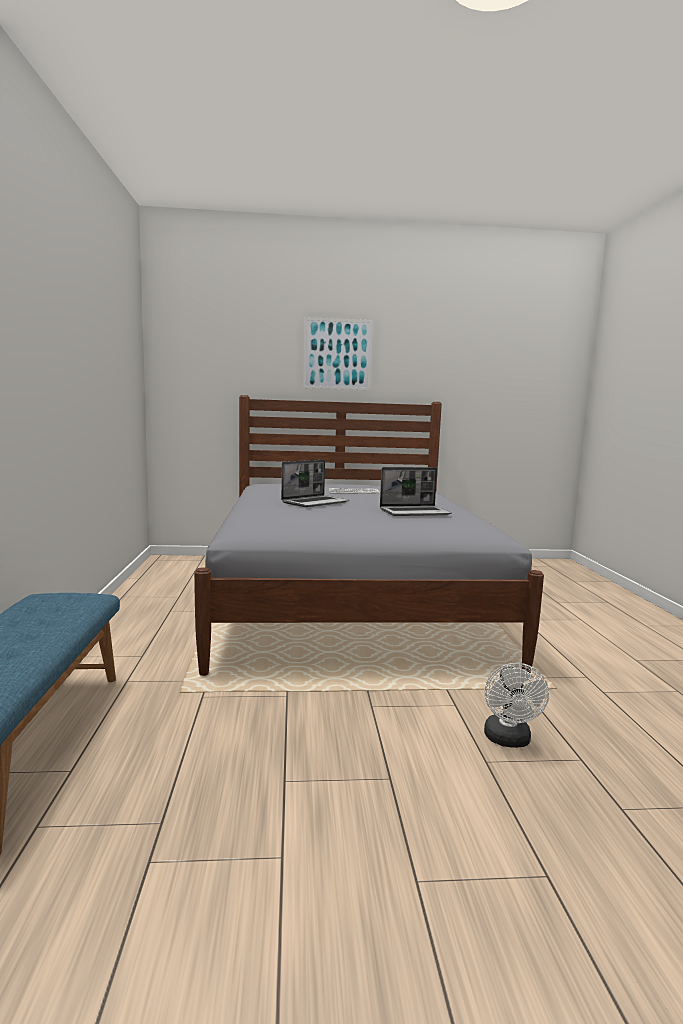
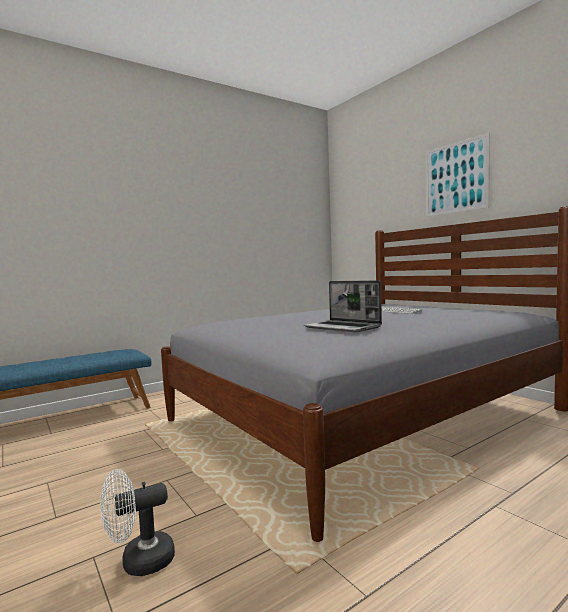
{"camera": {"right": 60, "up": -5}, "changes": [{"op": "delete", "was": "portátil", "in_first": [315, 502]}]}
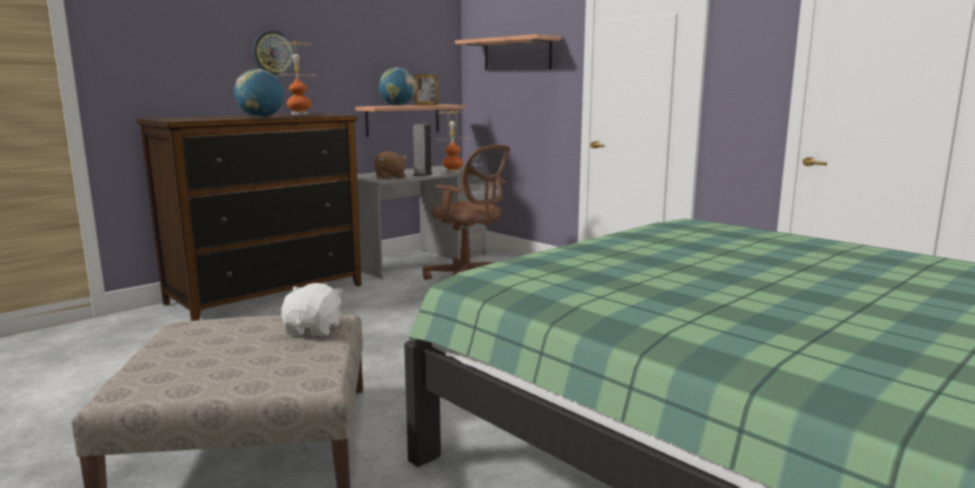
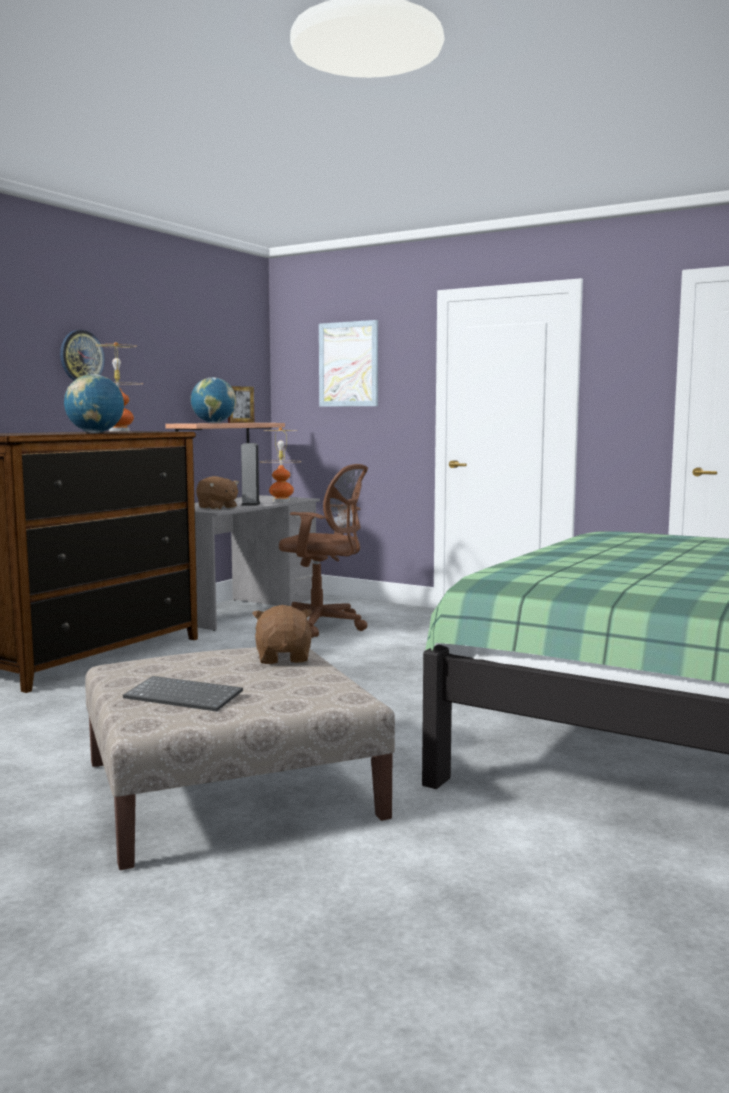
{"camera": {"right": -15, "up": -5}, "changes": [{"op": "insert", "now": "teclado", "in_second": [185, 696]}, {"op": "recolor", "was": "peluche/blanco", "now": "peluche/marrón", "in_first": [314, 330], "in_second": [284, 658]}, {"op": "replace", "was": "estante", "now": "cuadro", "in_first": [517, 54], "in_second": [348, 364]}]}
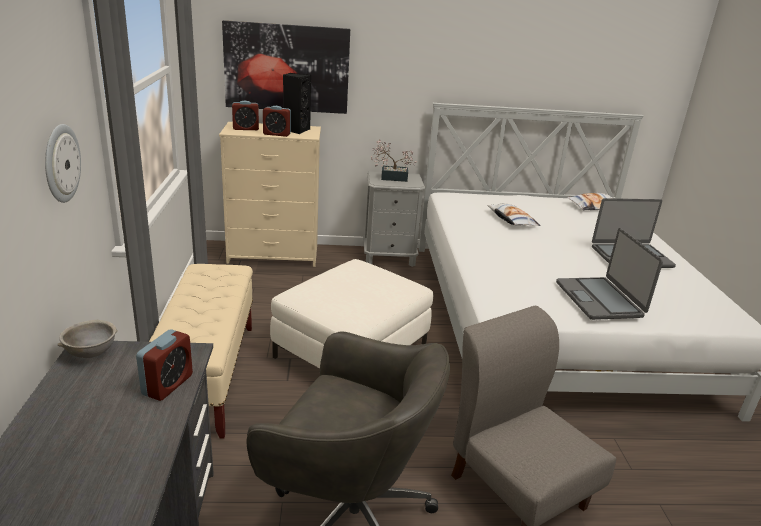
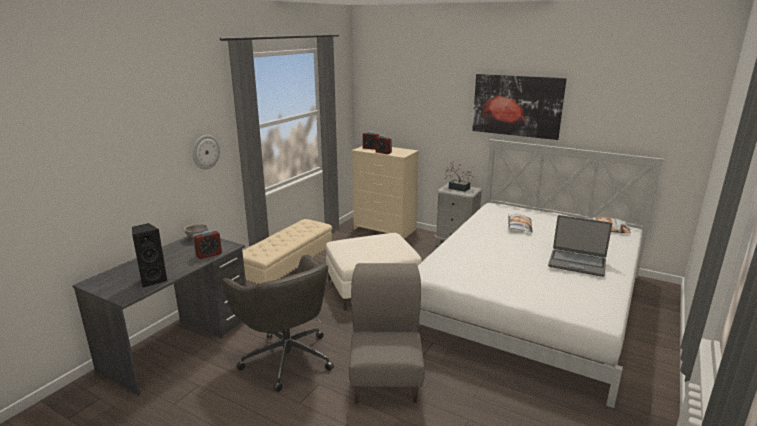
{"camera": {"right": 35, "up": -5}, "changes": [{"op": "move", "was": "altavoz/negro", "in_first": [296, 130], "in_second": [153, 280]}, {"op": "move", "was": "cuadro", "in_first": [287, 68], "in_second": [517, 105]}, {"op": "delete", "was": "portátil", "in_first": [599, 299]}]}
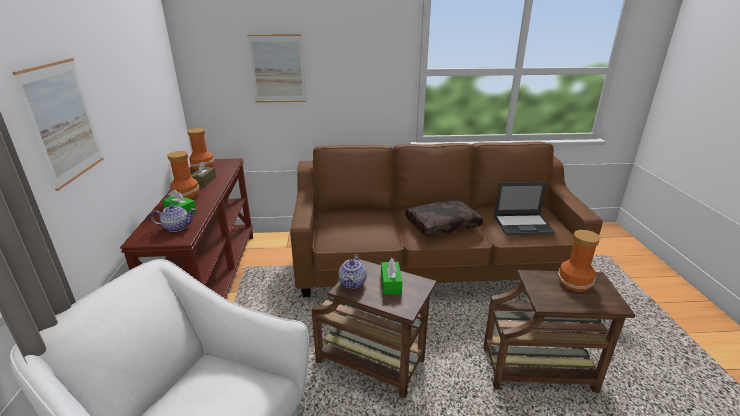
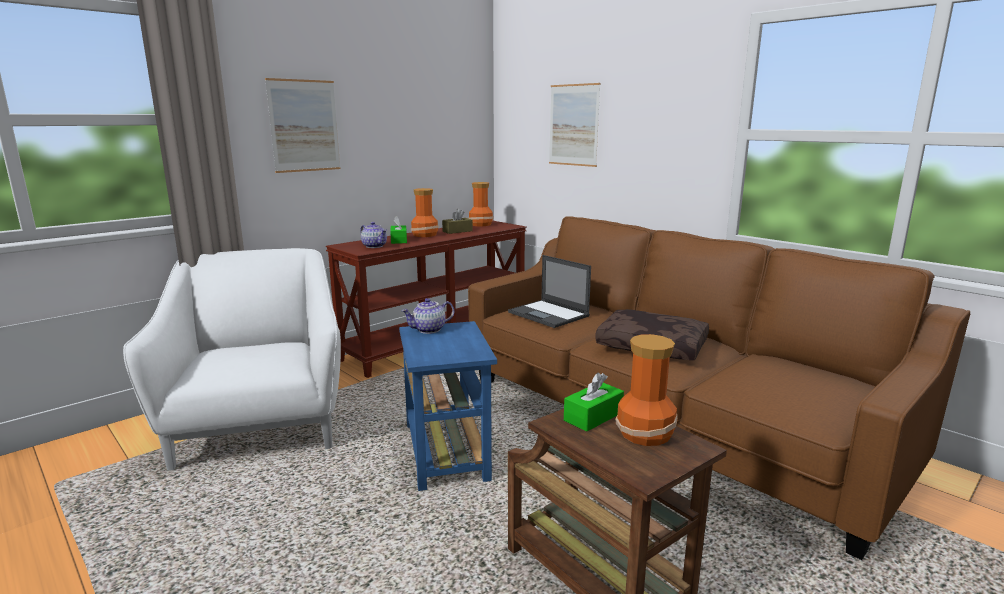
{"camera": {"right": 50, "up": -10}, "changes": [{"op": "recolor", "was": "mesa auxiliar/marrón", "now": "mesa auxiliar/azul", "in_first": [373, 362], "in_second": [446, 454]}, {"op": "move", "was": "portátil", "in_first": [523, 224], "in_second": [549, 314]}, {"op": "move", "was": "caja de pañuelos/verde", "in_first": [391, 283], "in_second": [593, 416]}]}
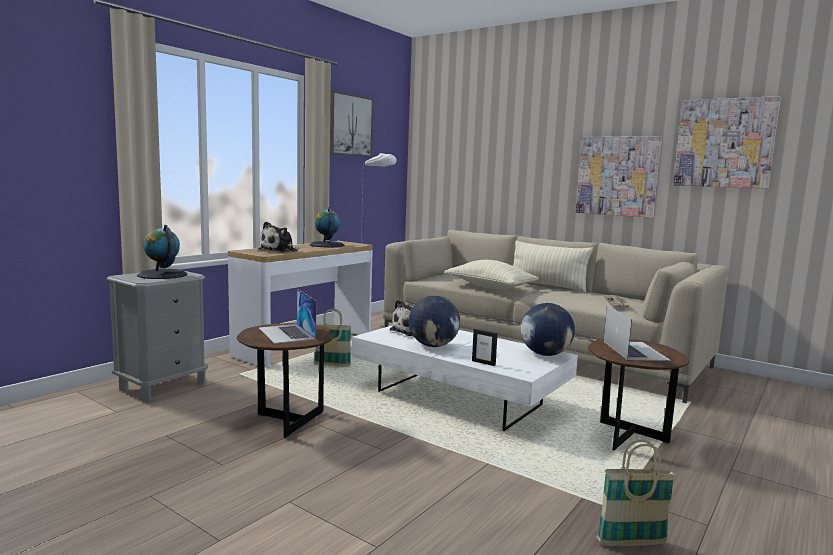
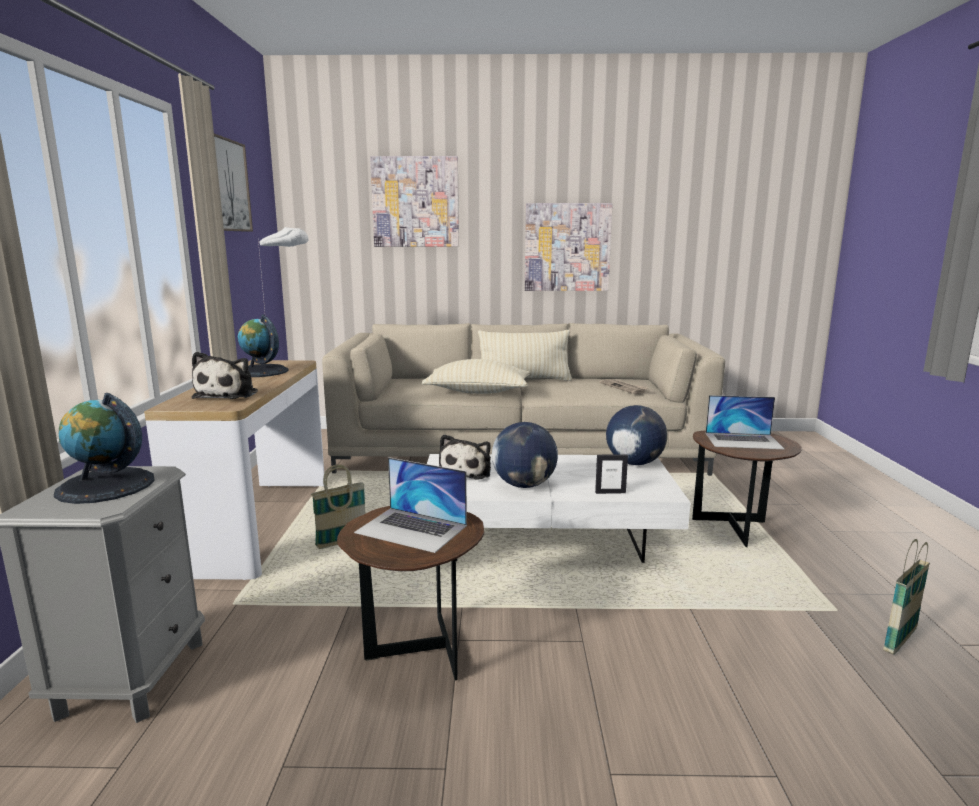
{"camera": {"right": -35, "up": 5}, "changes": [{"op": "move", "was": "cuadro", "in_first": [724, 143], "in_second": [415, 202]}, {"op": "rotate", "was": "portátil", "in_first": [634, 350], "in_second": [743, 441], "clockwise": 135}]}
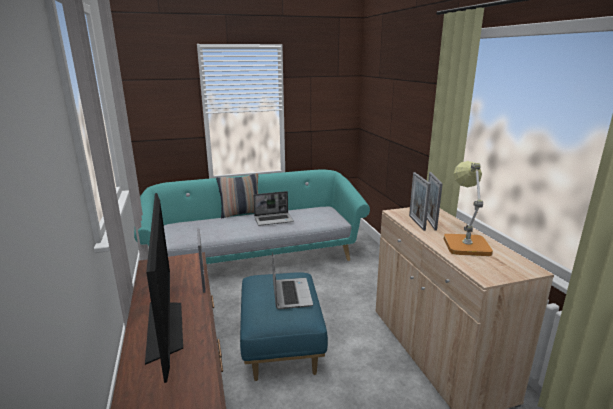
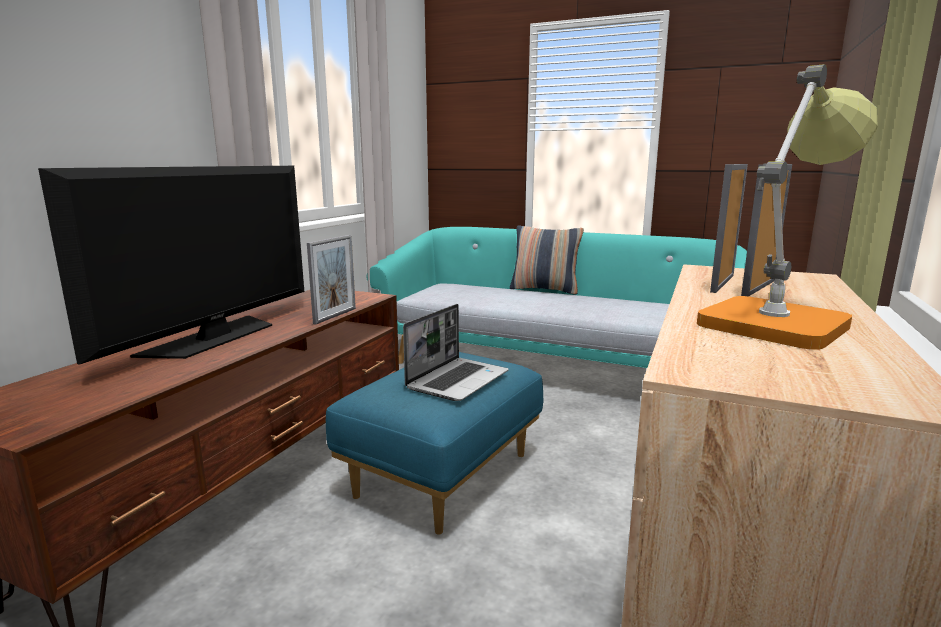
{"camera": {"right": 40, "up": -5}, "changes": [{"op": "delete", "was": "portátil", "in_first": [274, 220]}]}
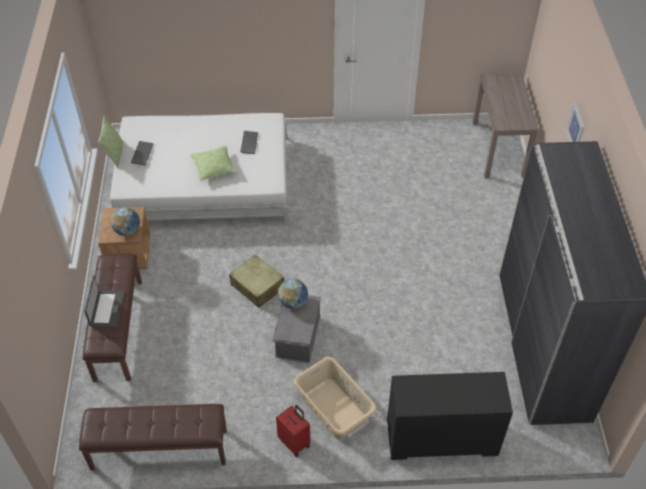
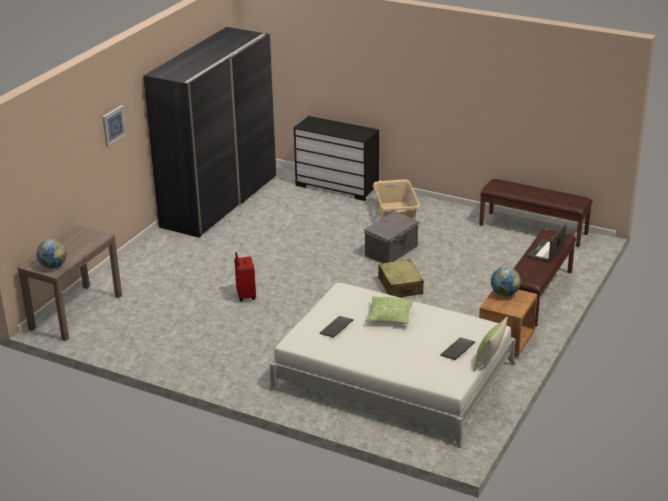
{"camera": {"right": -150, "up": -20}, "changes": [{"op": "move", "was": "globo terráqueo", "in_first": [293, 302], "in_second": [53, 266]}, {"op": "move", "was": "maleta/rojo", "in_first": [295, 442], "in_second": [245, 296]}]}
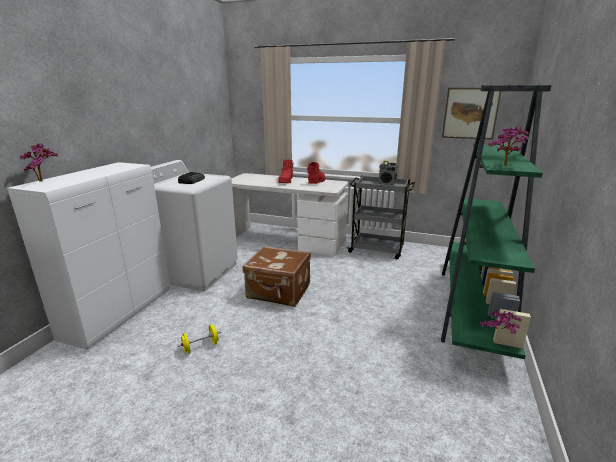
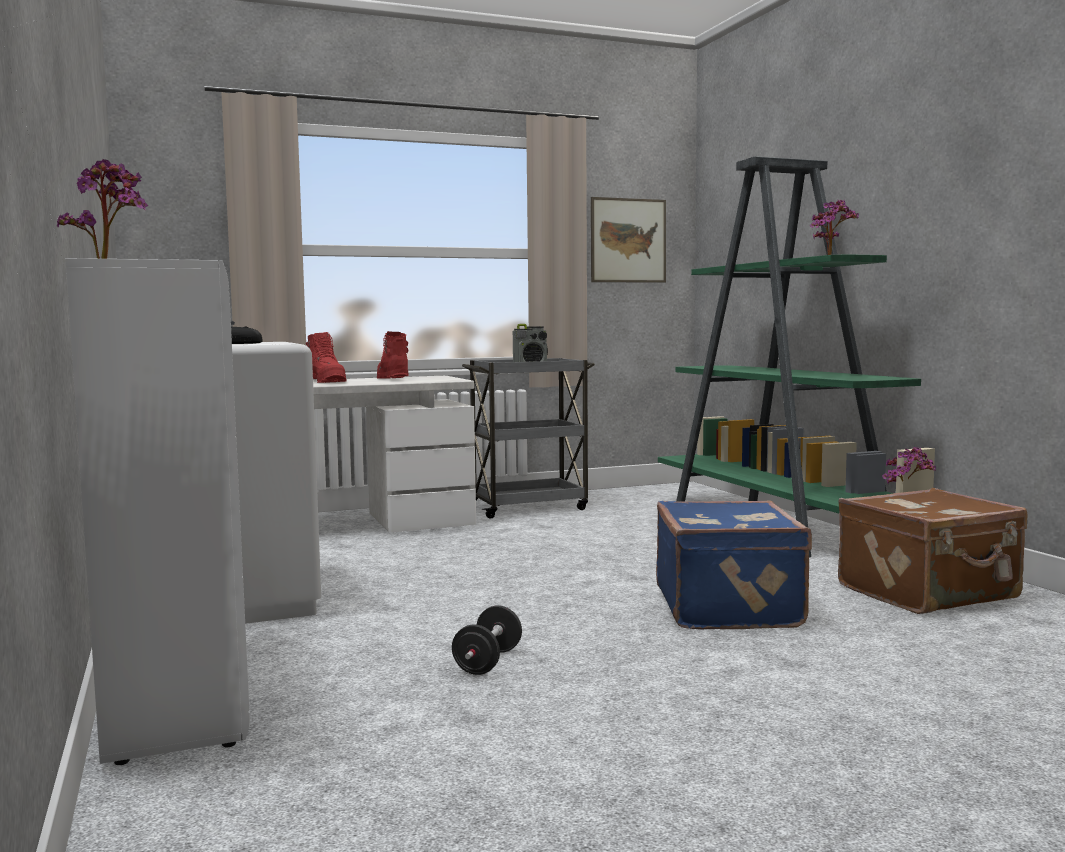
{"camera": {"right": -40, "up": -15}, "changes": [{"op": "recolor", "was": "mancuerna/amarillo", "now": "mancuerna/negro", "in_first": [200, 347], "in_second": [488, 662]}, {"op": "insert", "now": "maleta/azul", "in_second": [730, 607]}, {"op": "move", "was": "maleta/marrón", "in_first": [279, 292], "in_second": [929, 593]}]}
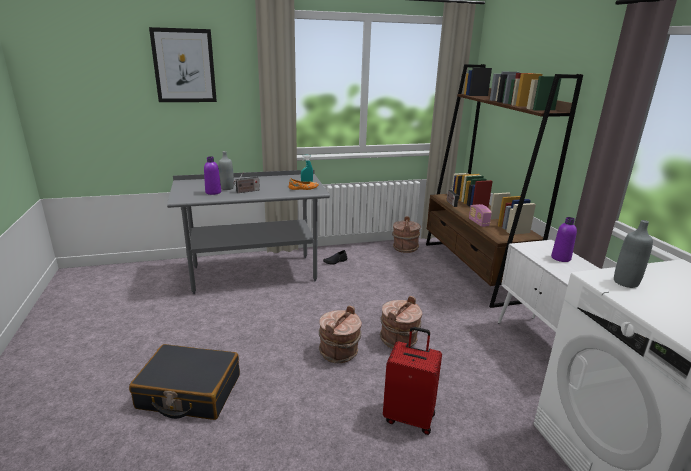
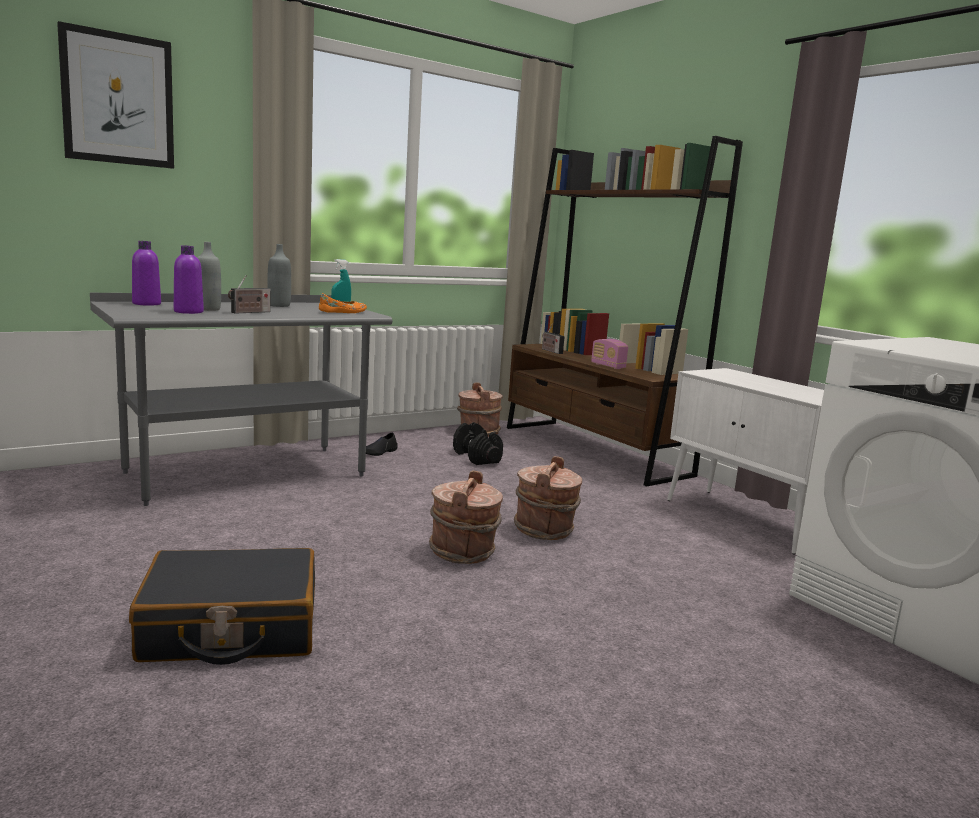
{"camera": {"right": -20, "up": -10}, "changes": [{"op": "move", "was": "botella/morado", "in_first": [560, 258], "in_second": [146, 304]}, {"op": "move", "was": "botella/gris", "in_first": [626, 282], "in_second": [279, 305]}, {"op": "insert", "now": "mancuerna/negro", "in_second": [477, 457]}, {"op": "delete", "was": "maleta/rojo", "in_first": [409, 417]}]}
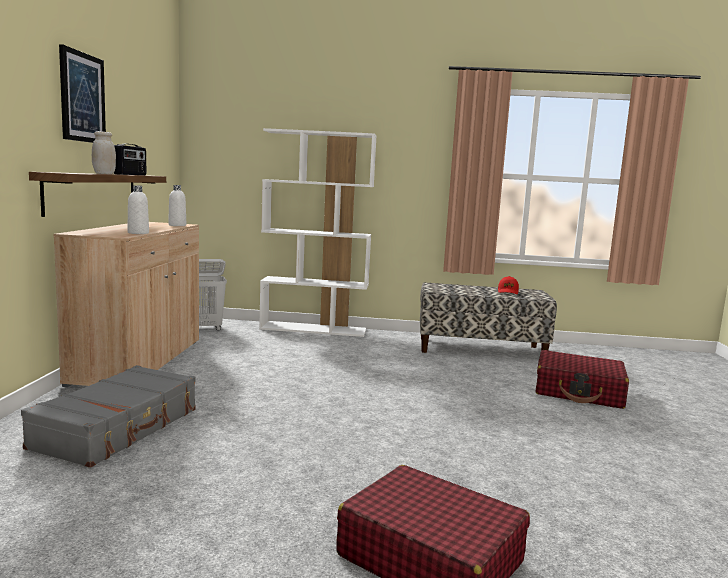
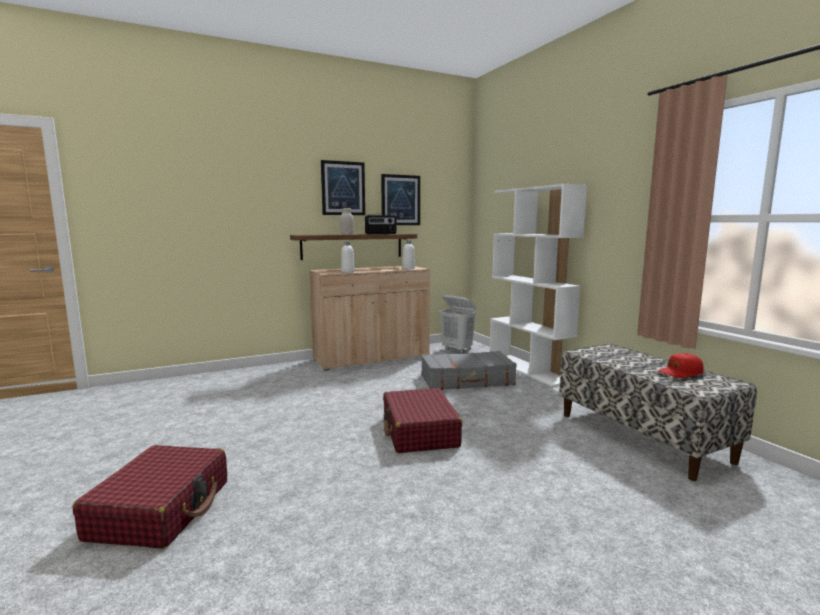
{"camera": {"right": 60, "up": 0}, "changes": [{"op": "insert", "now": "cuadro", "in_second": [400, 200]}, {"op": "move", "was": "maleta/rojo", "in_first": [579, 392], "in_second": [419, 432]}, {"op": "move", "was": "maleta/gris", "in_first": [118, 428], "in_second": [467, 380]}]}
